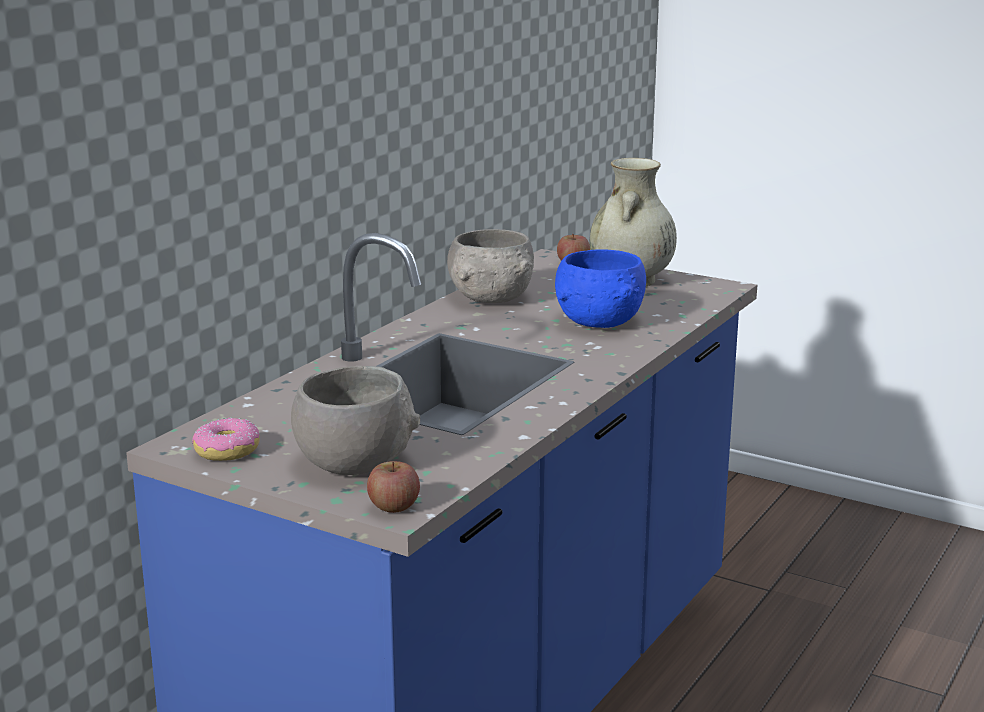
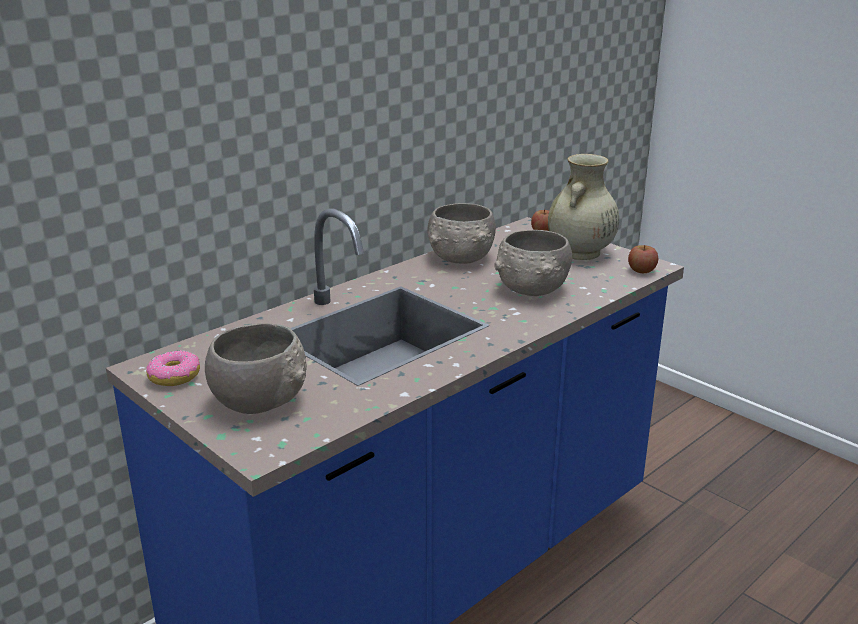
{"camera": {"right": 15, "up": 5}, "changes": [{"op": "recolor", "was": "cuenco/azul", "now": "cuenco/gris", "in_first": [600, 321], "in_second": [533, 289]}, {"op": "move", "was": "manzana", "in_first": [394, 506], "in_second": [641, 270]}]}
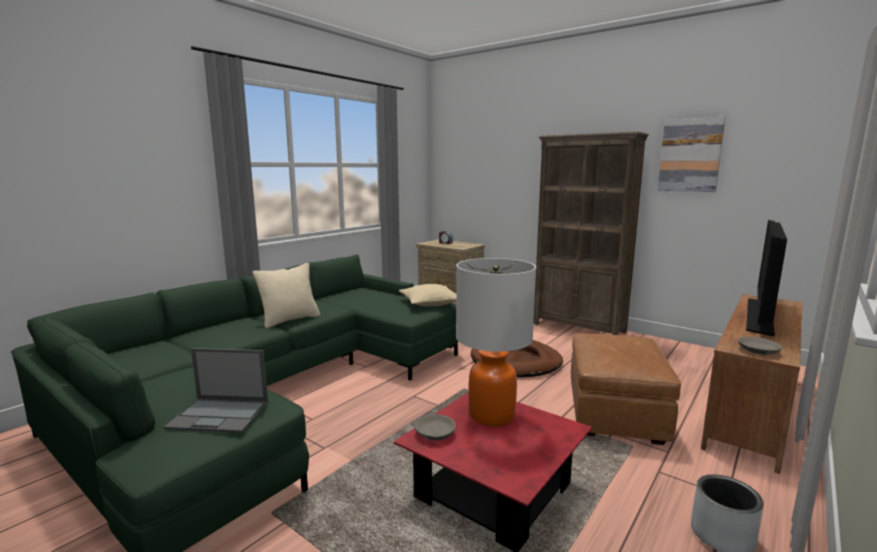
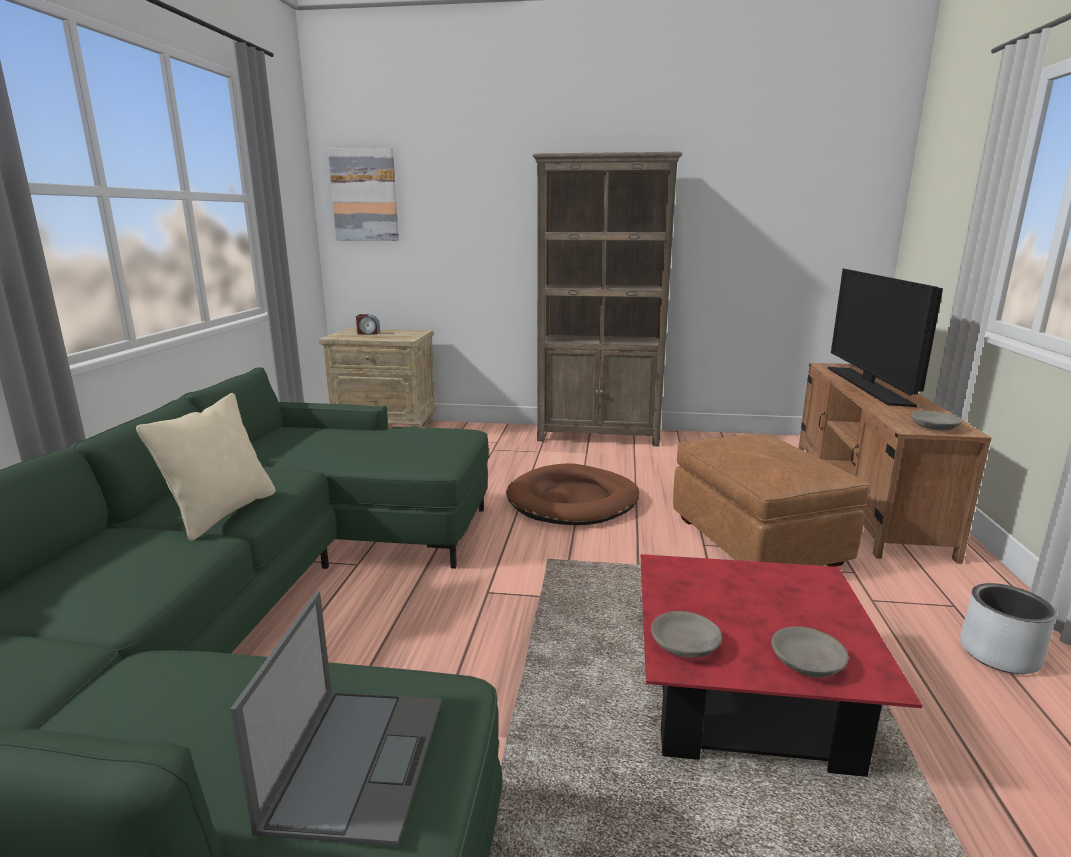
{"camera": {"right": -30, "up": 5}, "changes": [{"op": "rotate", "was": "portátil", "in_first": [220, 415], "in_second": [357, 759], "clockwise": -60}, {"op": "move", "was": "cuadro", "in_first": [690, 155], "in_second": [364, 195]}, {"op": "insert", "now": "cuenco/gris", "in_second": [806, 662]}, {"op": "delete", "was": "cojín/beis", "in_first": [429, 303]}, {"op": "delete", "was": "lámpara de mesa", "in_first": [491, 415]}]}
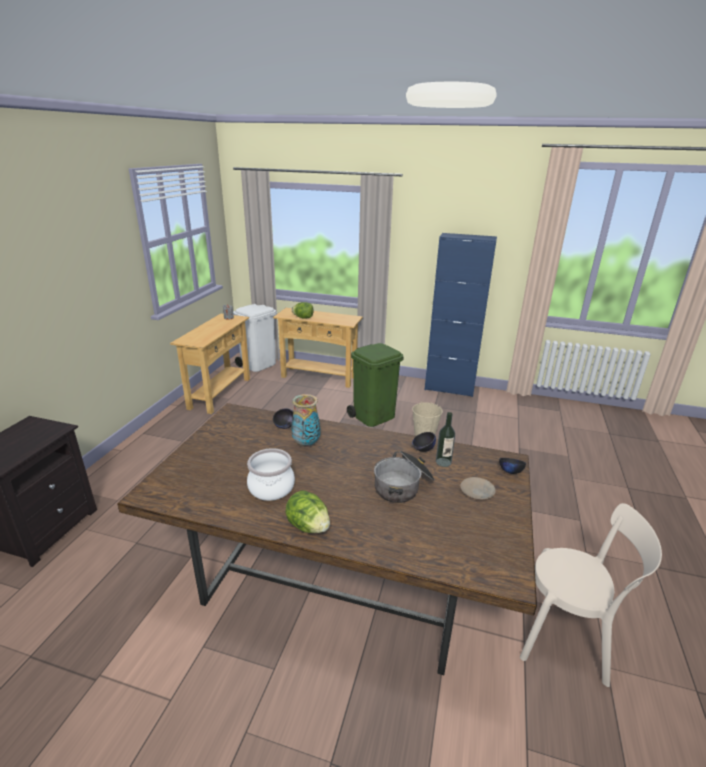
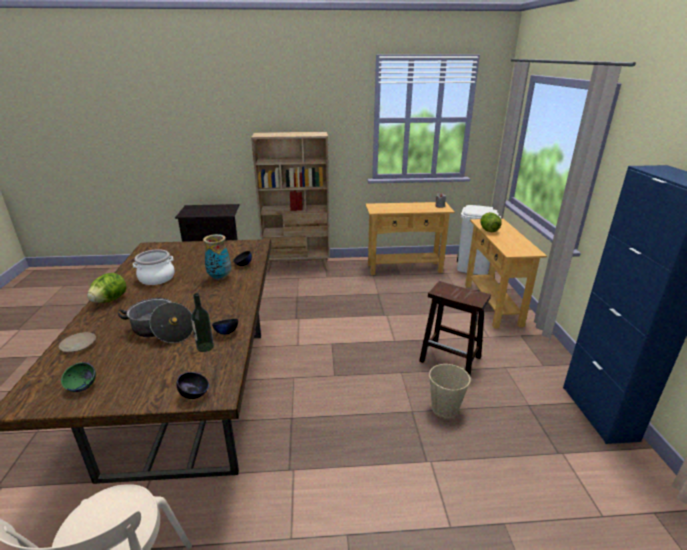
{"camera": {"right": 70, "up": 0}, "changes": [{"op": "move", "was": "plato/beis", "in_first": [477, 492], "in_second": [78, 346]}, {"op": "insert", "now": "cuenco/verde", "in_second": [82, 387]}, {"op": "insert", "now": "estantería/beis", "in_second": [297, 265]}, {"op": "replace", "was": "papelera/verde", "now": "taburete/marrón", "in_first": [374, 416], "in_second": [451, 359]}]}
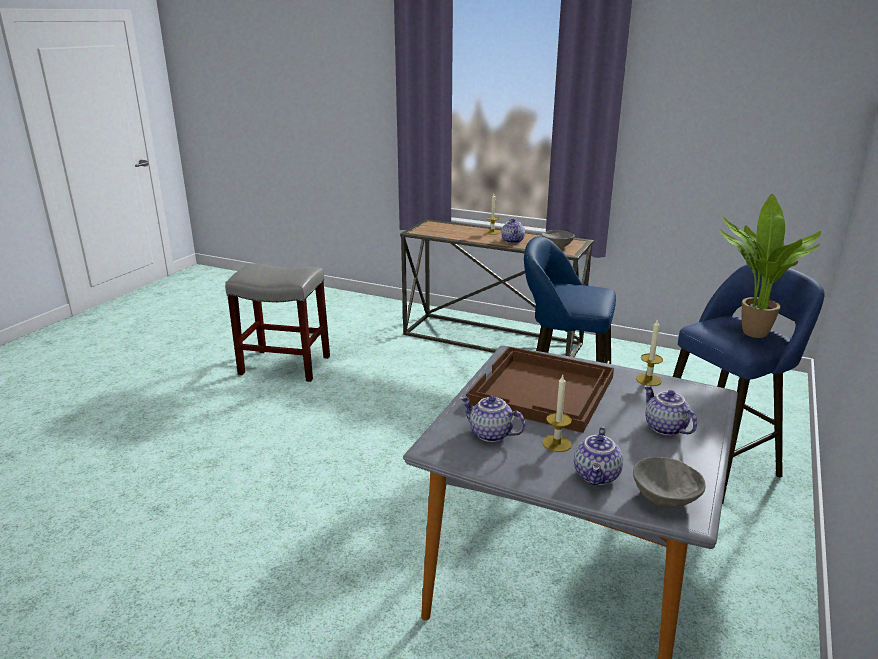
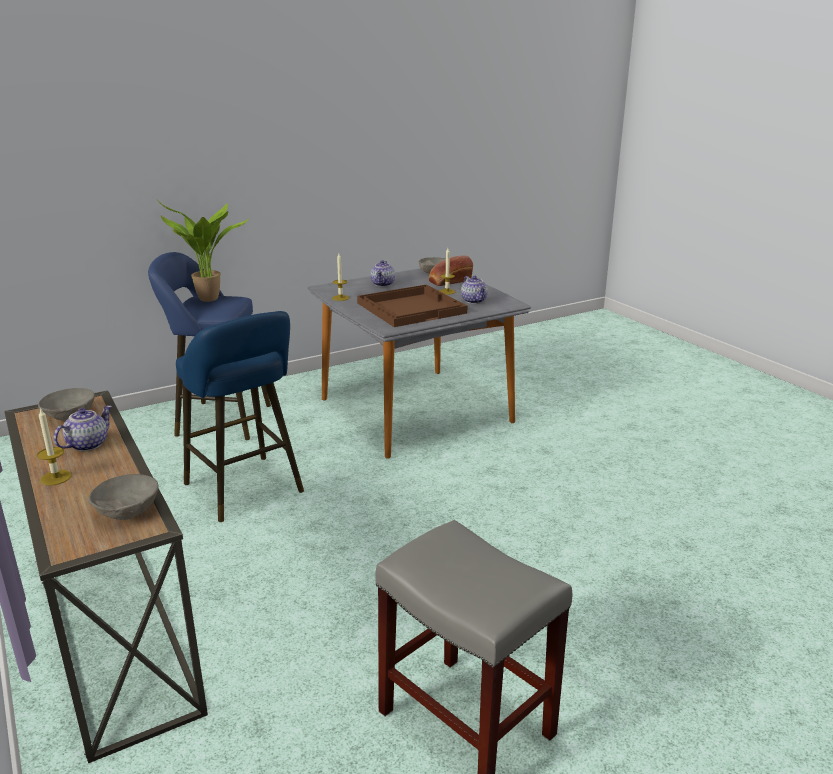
{"camera": {"right": -145, "up": 0}, "changes": [{"op": "insert", "now": "cuenco/gris", "in_second": [128, 511]}, {"op": "replace", "was": "tetera", "now": "pan", "in_first": [597, 476], "in_second": [449, 281]}]}
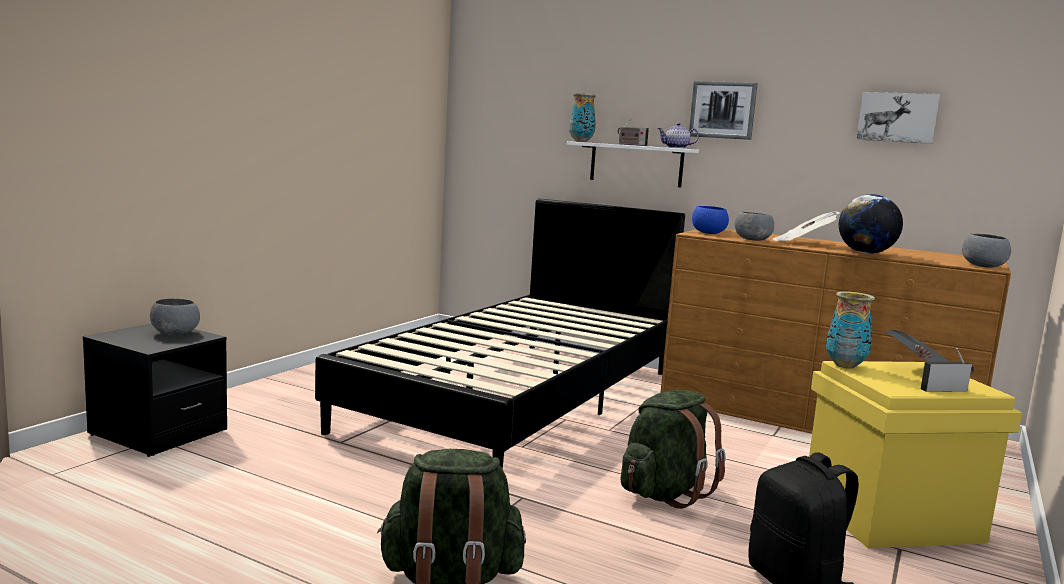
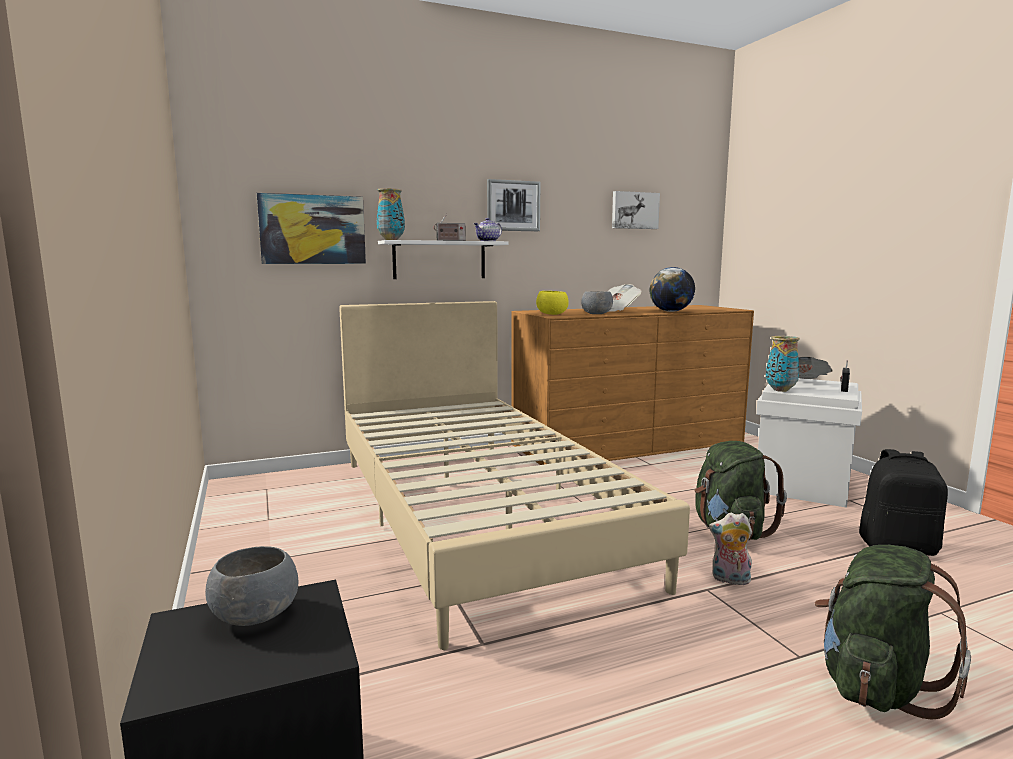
{"camera": {"right": -50, "up": 0}, "changes": [{"op": "insert", "now": "cuadro", "in_second": [312, 229]}, {"op": "recolor", "was": "cama/negro", "now": "cama/beis", "in_first": [520, 398], "in_second": [475, 513]}, {"op": "recolor", "was": "cuenco/azul", "now": "cuenco/amarillo", "in_first": [708, 233], "in_second": [552, 314]}, {"op": "insert", "now": "peluche", "in_second": [730, 580]}, {"op": "recolor", "was": "caja de almacenaje/amarillo", "now": "caja de almacenaje/blanco", "in_first": [890, 517], "in_second": [803, 485]}, {"op": "delete", "was": "cuenco/gris", "in_first": [983, 266]}]}
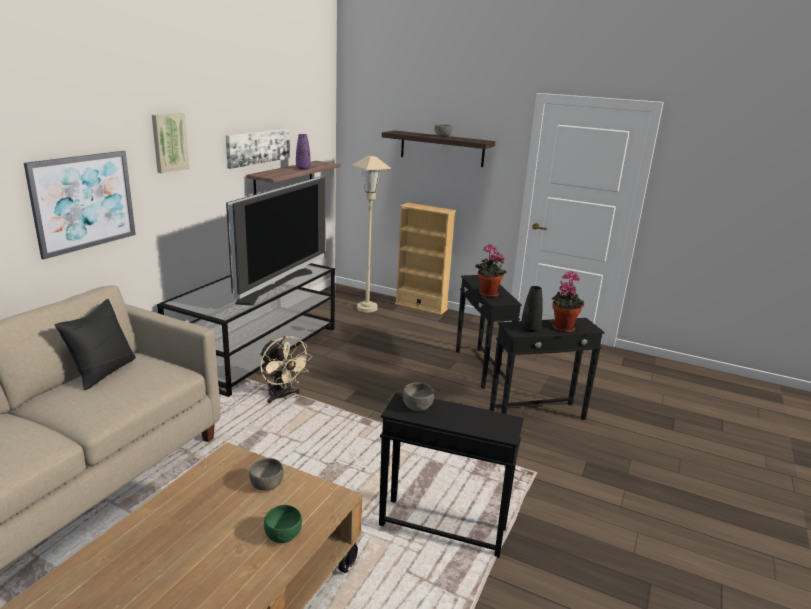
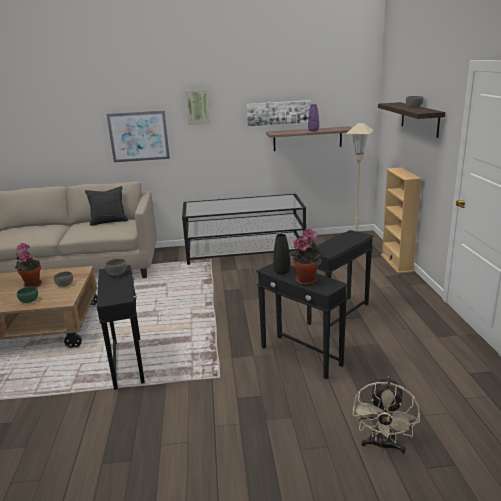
{"camera": {"right": 60, "up": 0}, "changes": [{"op": "move", "was": "planta en maceta", "in_first": [487, 294], "in_second": [32, 284]}, {"op": "move", "was": "ventilador/beis", "in_first": [282, 396], "in_second": [383, 446]}, {"op": "delete", "was": "televisor", "in_first": [276, 286]}]}
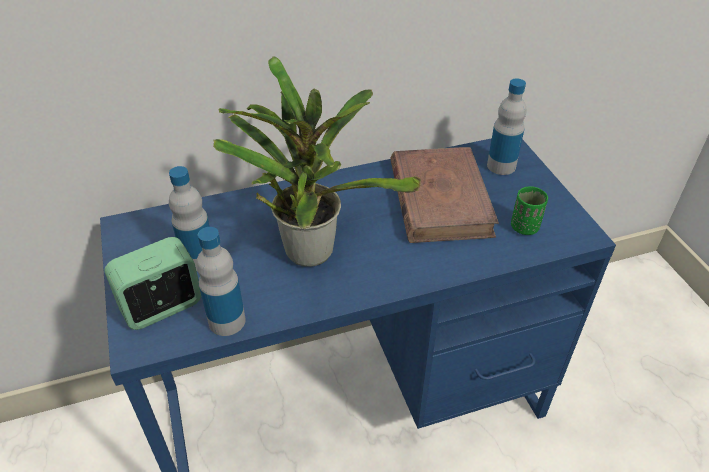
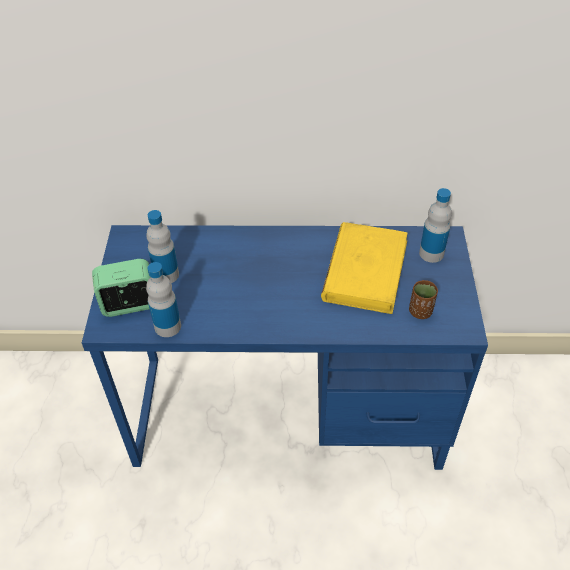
{"camera": {"right": 20, "up": 5}, "changes": [{"op": "recolor", "was": "libro/marrón", "now": "libro/amarillo", "in_first": [440, 199], "in_second": [365, 270]}, {"op": "recolor", "was": "taza/verde", "now": "taza/marrón", "in_first": [524, 227], "in_second": [420, 311]}, {"op": "delete", "was": "planta en maceta", "in_first": [308, 247]}]}
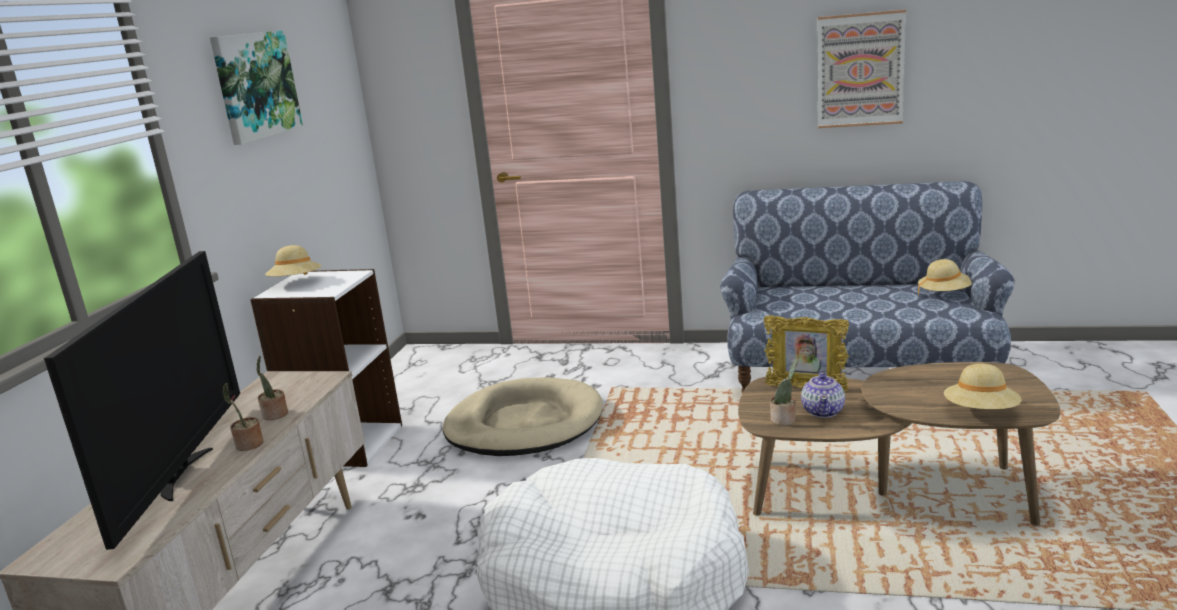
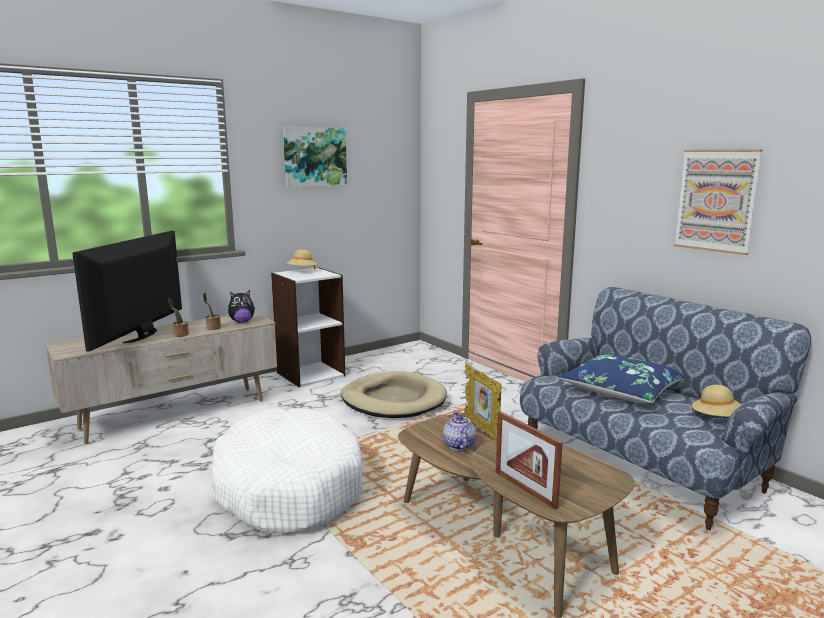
{"camera": {"right": 40, "up": -5}, "changes": [{"op": "rotate", "was": "televisor", "in_first": [182, 474], "in_second": [143, 336], "clockwise": 150}, {"op": "insert", "now": "peluche", "in_second": [242, 321]}, {"op": "rotate", "was": "tetera", "in_first": [823, 411], "in_second": [458, 445], "clockwise": 120}, {"op": "replace", "was": "sombrero/beis", "now": "portarretratos", "in_first": [981, 412], "in_second": [525, 489]}, {"op": "insert", "now": "cojín/azul", "in_second": [621, 390]}, {"op": "delete", "was": "planta en maceta", "in_first": [785, 420]}]}
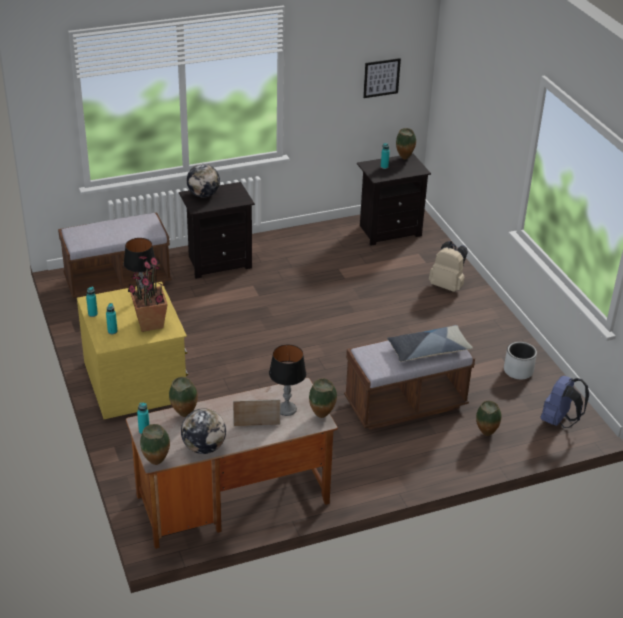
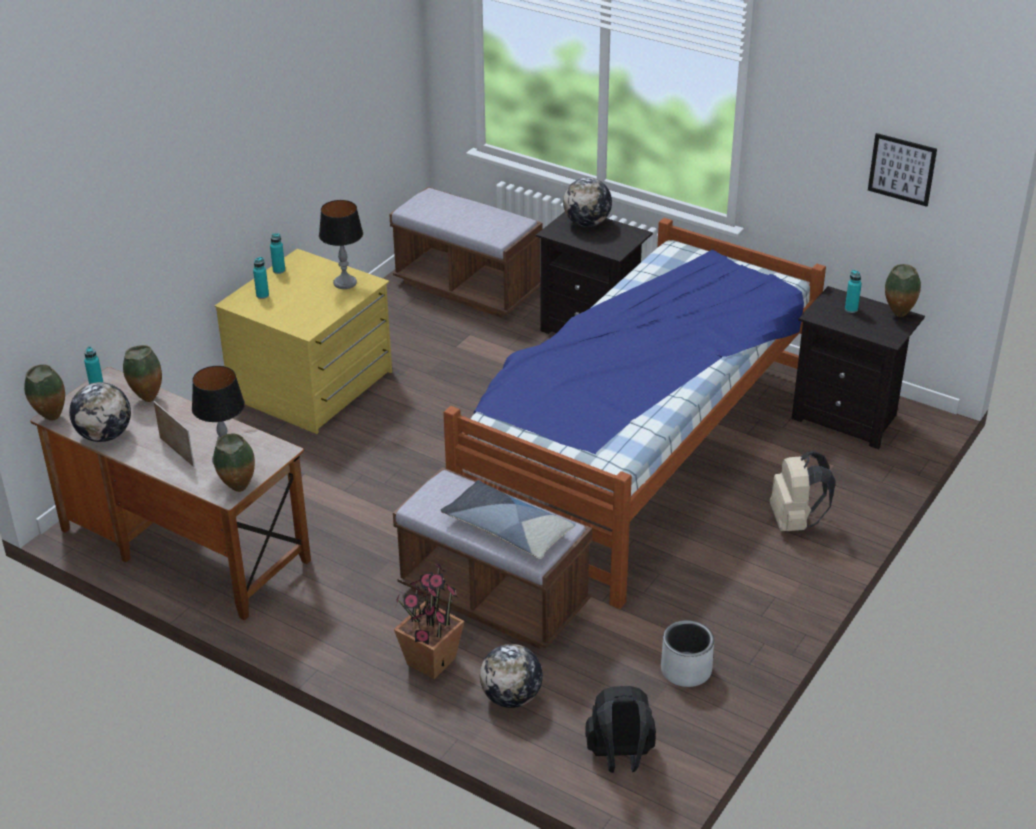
{"camera": {"right": 55, "up": 0}, "changes": [{"op": "move", "was": "planta en maceta", "in_first": [150, 323], "in_second": [430, 661]}, {"op": "insert", "now": "cama", "in_second": [638, 455]}, {"op": "replace", "was": "florero", "now": "globo terráqueo", "in_first": [486, 434], "in_second": [511, 697]}, {"op": "recolor", "was": "mochila/azul", "now": "mochila/negro", "in_first": [559, 421], "in_second": [620, 758]}]}
